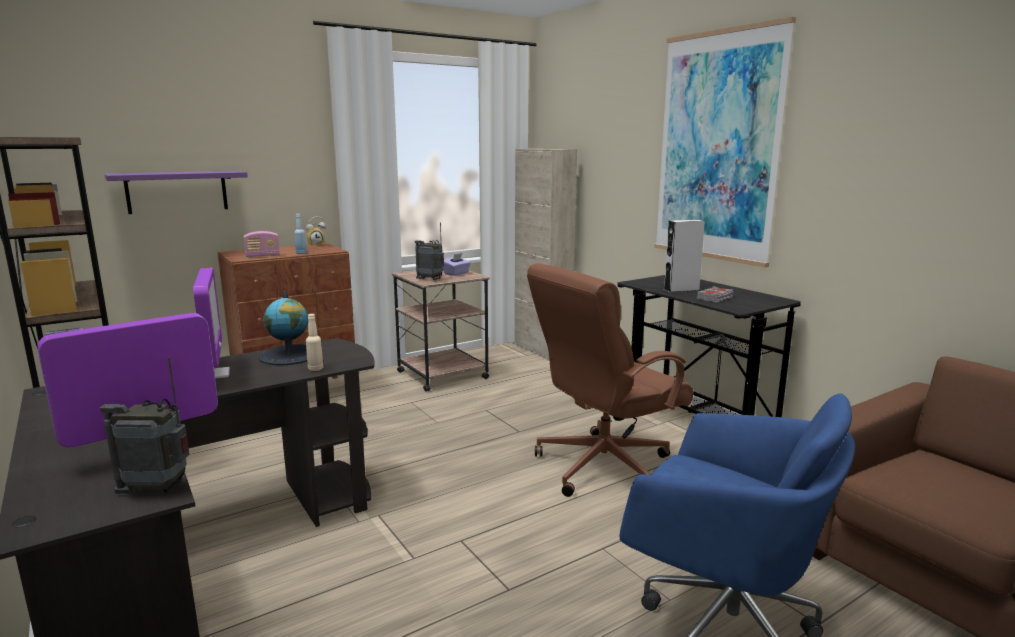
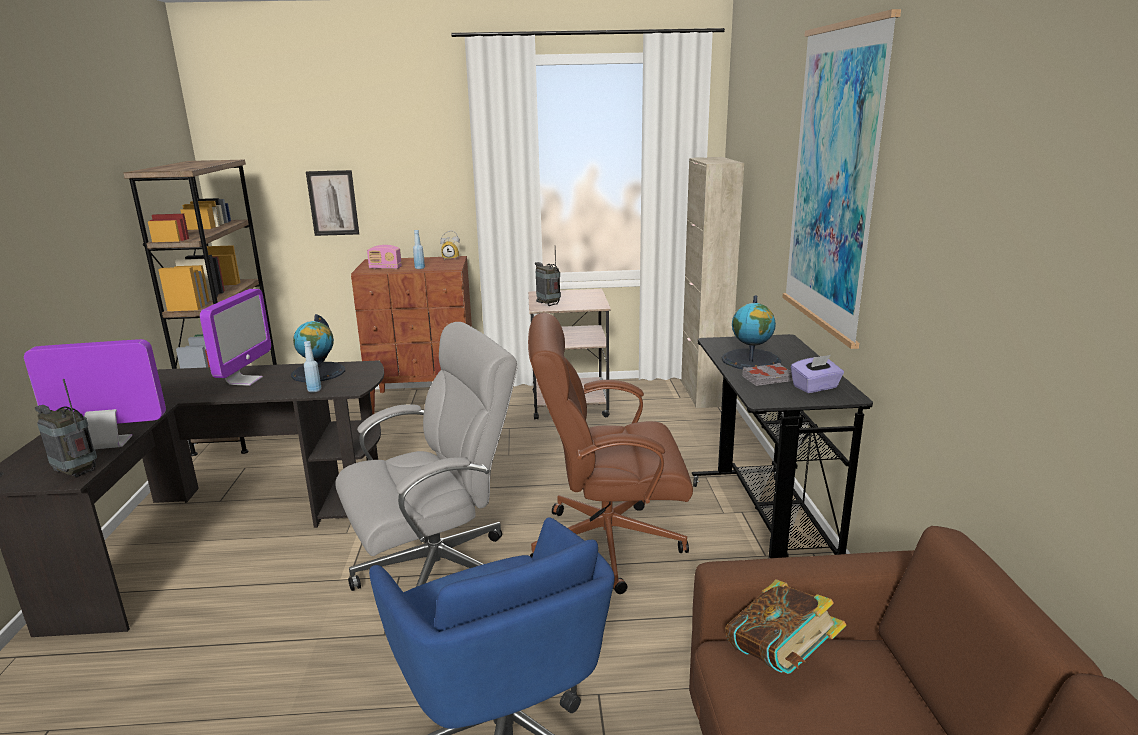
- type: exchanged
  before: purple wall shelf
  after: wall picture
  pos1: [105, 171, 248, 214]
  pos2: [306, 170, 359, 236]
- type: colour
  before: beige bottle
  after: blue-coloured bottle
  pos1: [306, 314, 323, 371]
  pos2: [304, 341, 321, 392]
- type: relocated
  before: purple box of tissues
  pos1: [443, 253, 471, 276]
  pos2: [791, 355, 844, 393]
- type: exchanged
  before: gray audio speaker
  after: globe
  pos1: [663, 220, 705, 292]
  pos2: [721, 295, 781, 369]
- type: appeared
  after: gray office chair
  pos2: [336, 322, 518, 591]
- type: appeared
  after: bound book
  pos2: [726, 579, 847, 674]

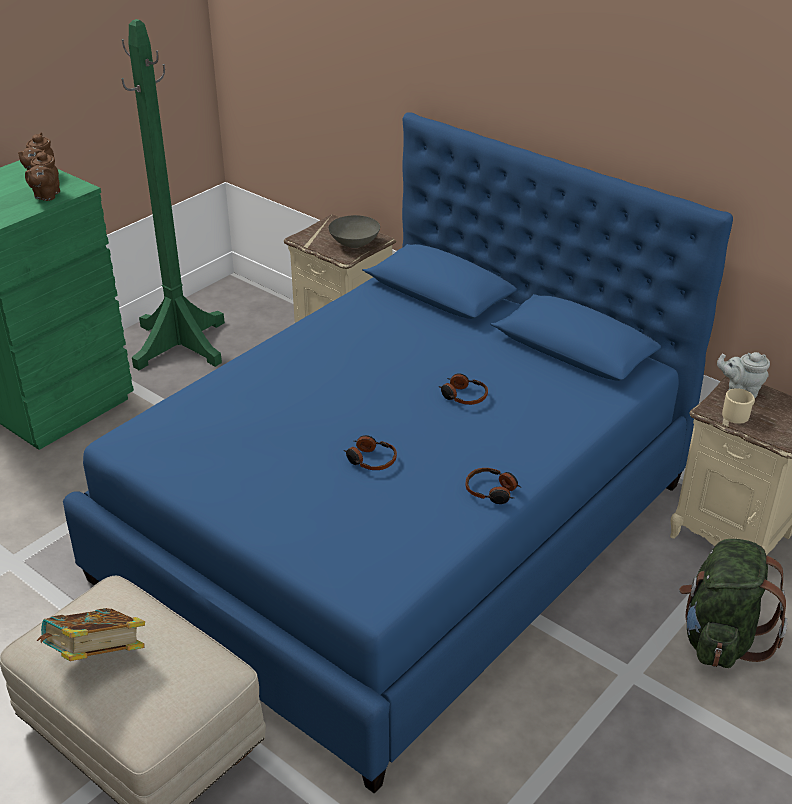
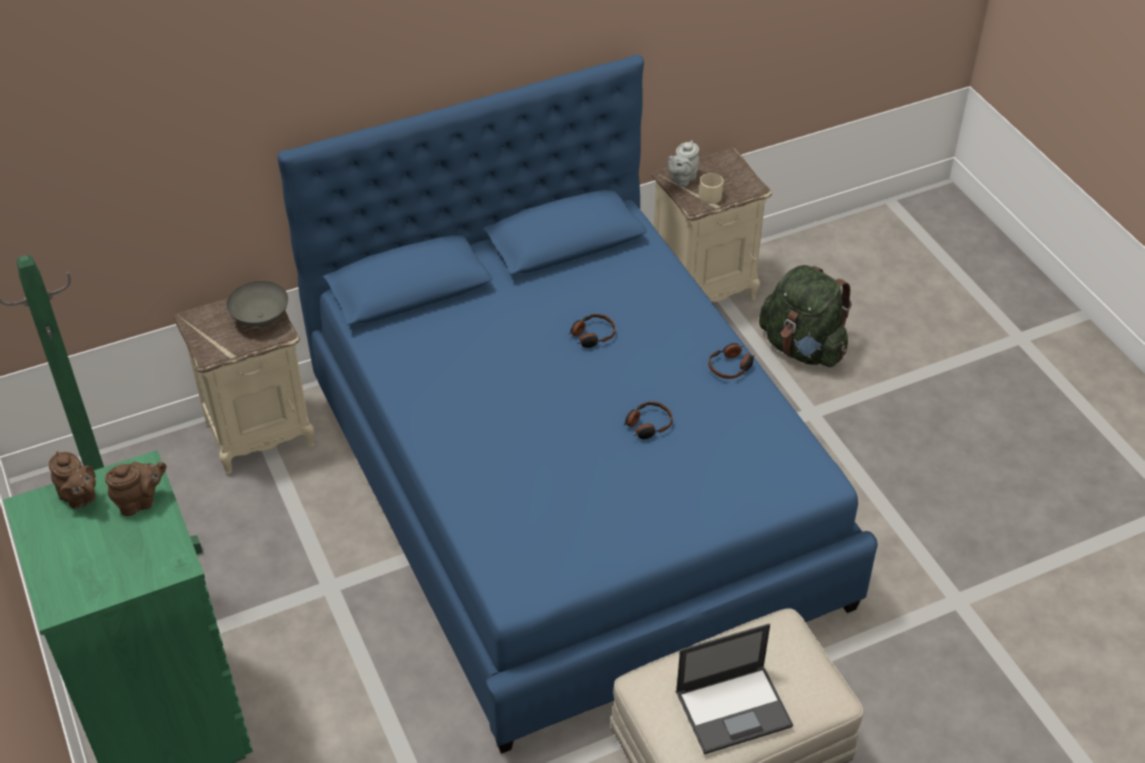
- type: spun
  before: brown-coloured teapot
  pos1: [25, 150, 60, 201]
  pos2: [105, 462, 166, 516]
  turn: -60
- type: exchanged
  before: bound book
  after: laptop
  pos1: [37, 608, 145, 661]
  pos2: [676, 623, 793, 754]

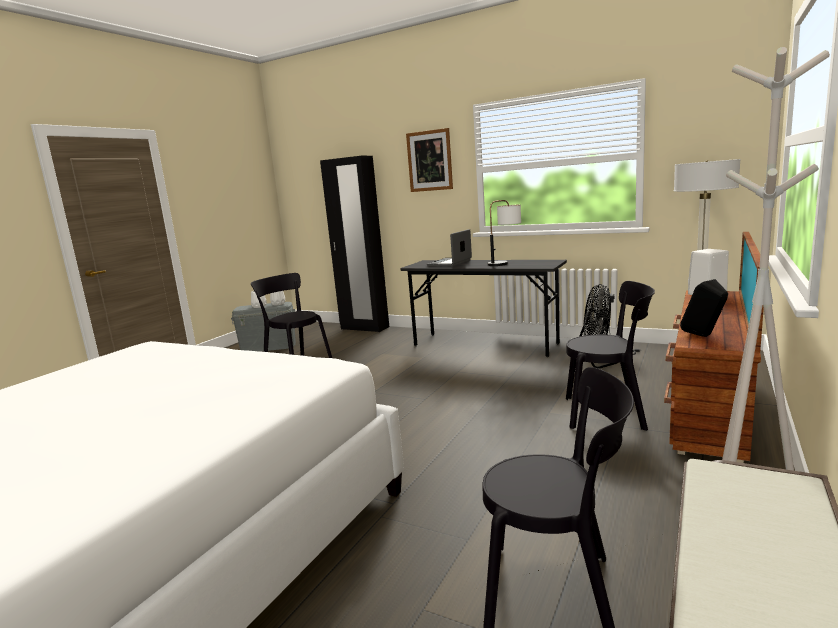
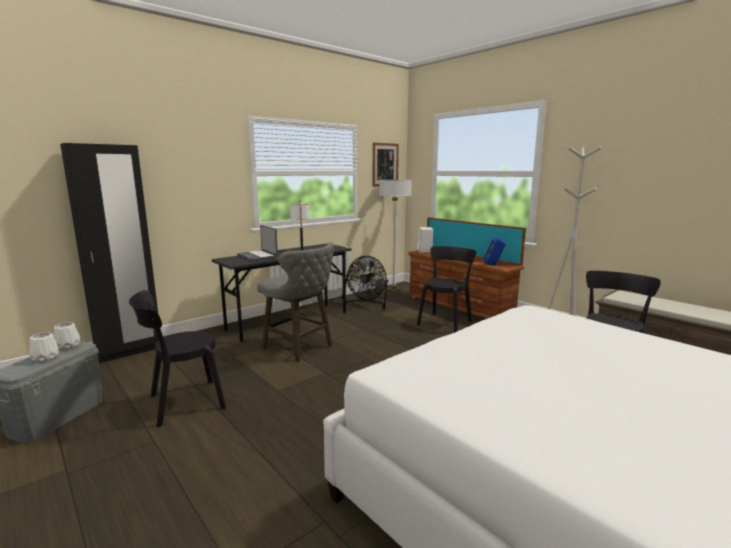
- type: relocated
  before: wall picture
  pos1: [406, 128, 453, 192]
  pos2: [373, 142, 399, 187]
- type: colour
  before: black audio speaker
  after: blue-coloured audio speaker
  pos1: [680, 279, 728, 337]
  pos2: [484, 237, 506, 265]
- type: appeared
  after: gray stool
  pos2: [257, 242, 334, 362]

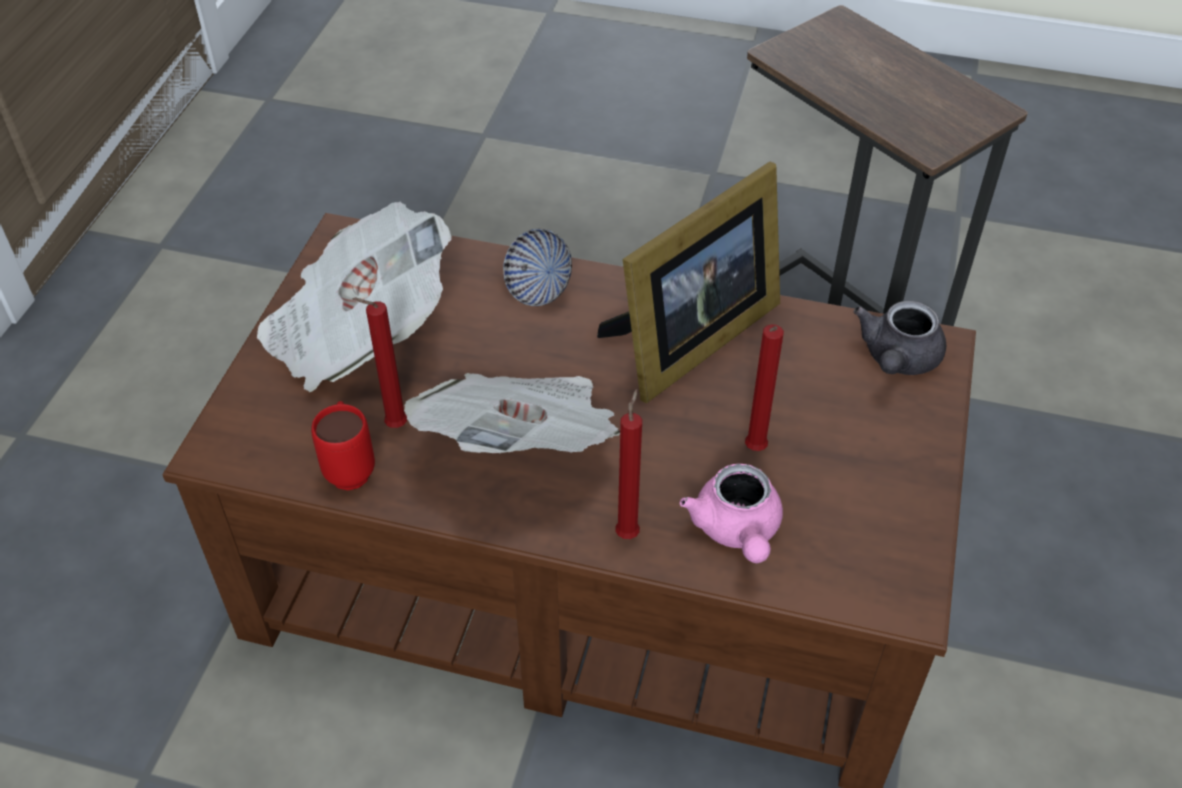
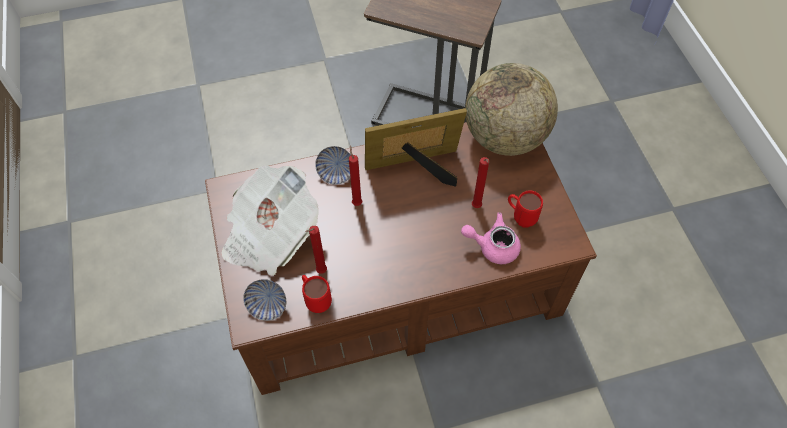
- type: missing
  before: printed paper
  pos1: [404, 373, 620, 453]
- type: spun
  before: picture frame
  pos1: [597, 162, 780, 403]
  pos2: [365, 108, 467, 187]
  turn: -120
- type: relocated
  before: red wax candle
  pos1: [615, 389, 642, 539]
  pos2: [349, 145, 362, 206]
- type: spun
  before: pink-coloured teapot
  pos1: [679, 464, 783, 563]
  pos2: [461, 212, 521, 264]
  turn: 135
- type: exchanged
  before: gray teapot
  after: globe
  pos1: [854, 301, 946, 375]
  pos2: [465, 63, 558, 156]
- type: appeared
  after: deep dish
  pos2: [243, 279, 286, 321]
- type: appeared
  after: red coffee mug
  pos2: [508, 191, 543, 228]

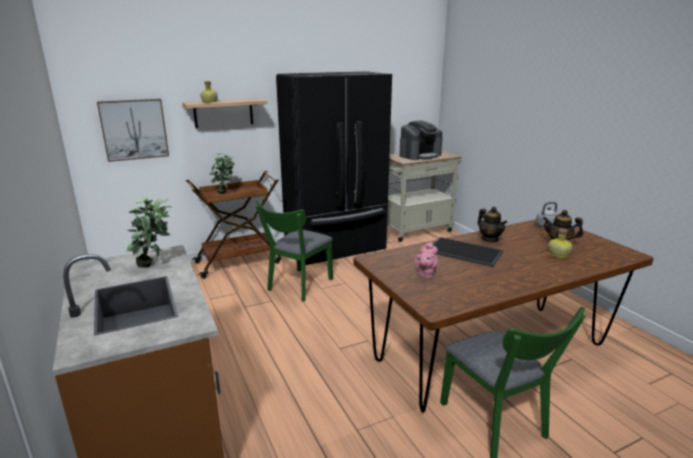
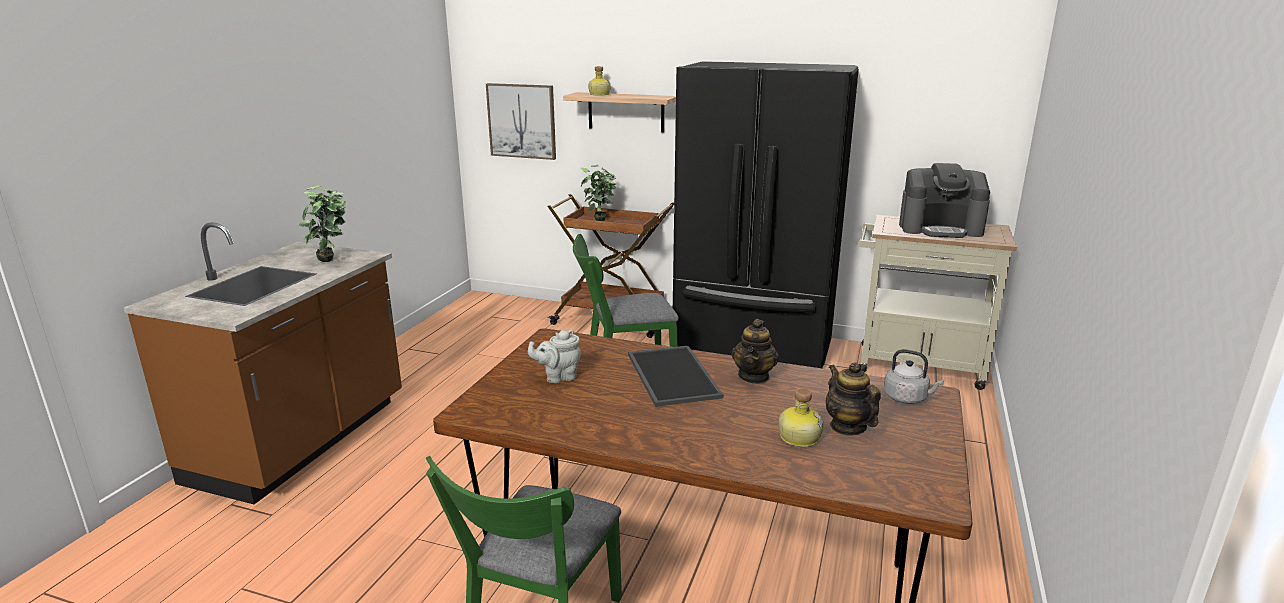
- type: colour
  before: pink-coloured teapot
  after: gray teapot
  pos1: [415, 241, 438, 279]
  pos2: [528, 330, 581, 383]

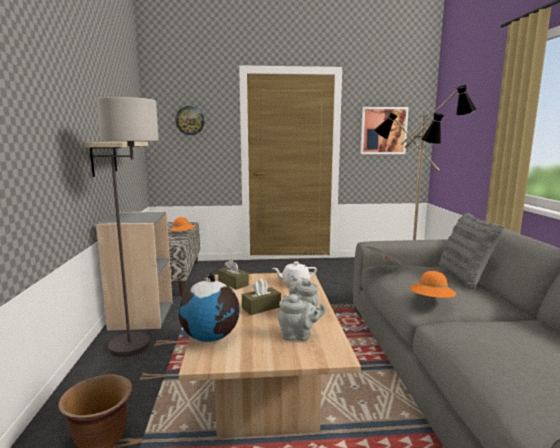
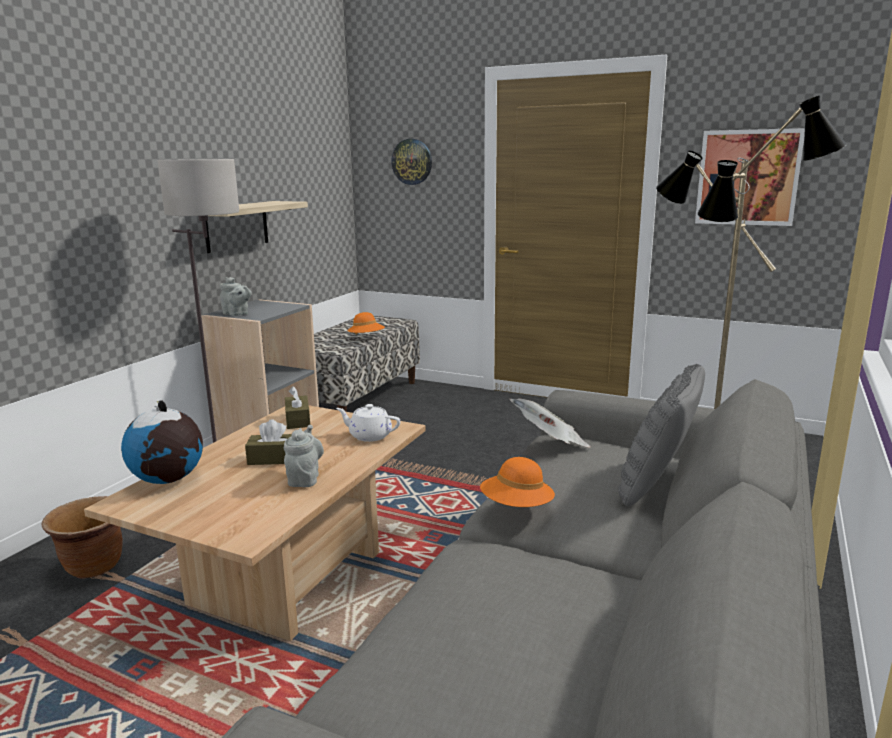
- type: relocated
  before: gray teapot
  pos1: [278, 294, 326, 341]
  pos2: [220, 277, 252, 316]

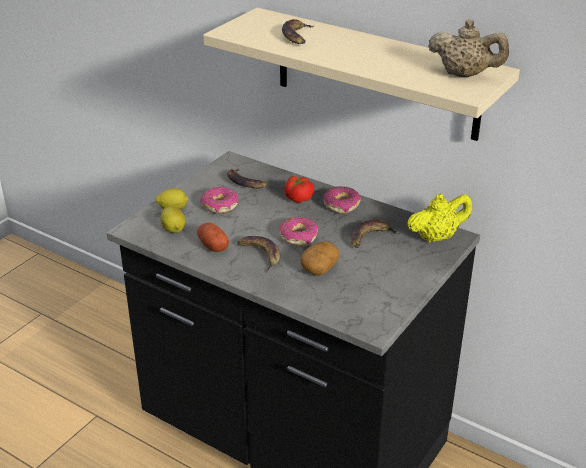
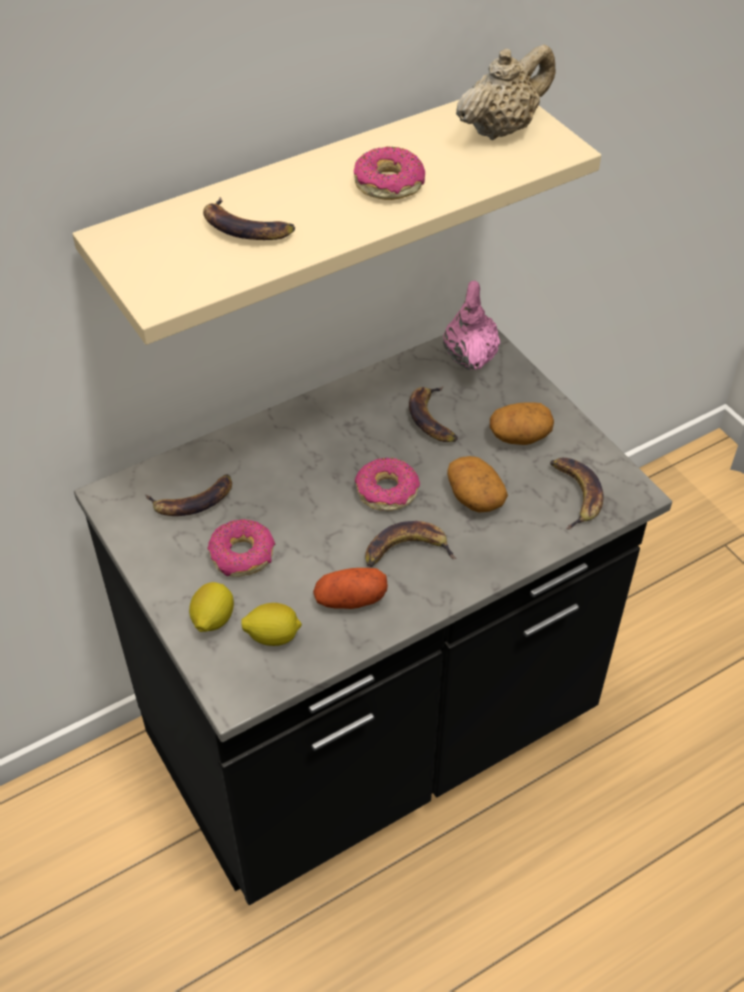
- type: missing
  before: whole tomato
  pos1: [284, 176, 314, 203]
- type: relocated
  before: ring doughnut
  pos1: [324, 186, 361, 214]
  pos2: [354, 147, 425, 200]
- type: colour
  before: yellowish teapot
  after: pink-coloured teapot
  pos1: [407, 194, 472, 243]
  pos2: [443, 281, 500, 370]
- type: appeared
  after: spud
  pos2: [490, 402, 554, 445]
- type: appeared
  after: whole banana
  pos2: [550, 458, 604, 530]

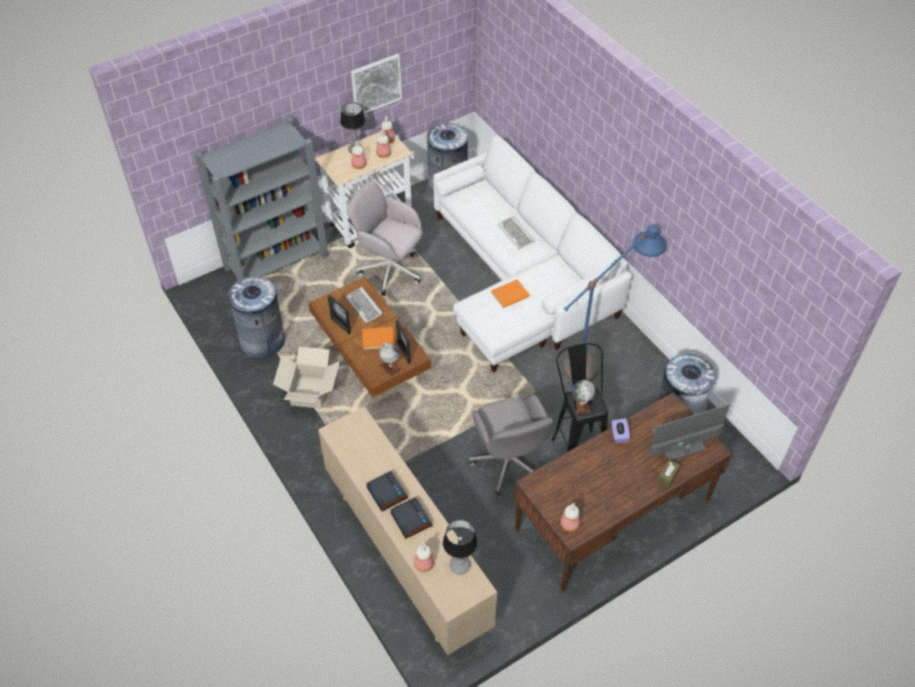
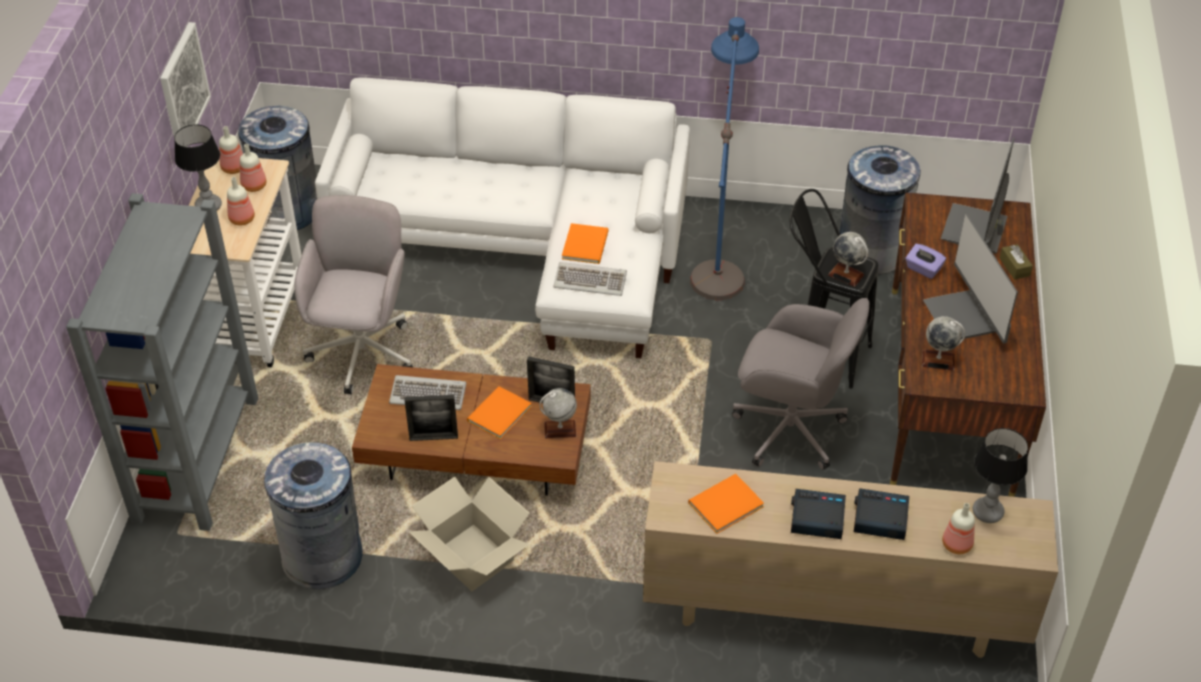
- type: spun
  before: gray office chair
  pos1: [347, 180, 422, 296]
  pos2: [294, 195, 413, 394]
  turn: 120
- type: relocated
  before: computer keyboard
  pos1: [498, 216, 535, 249]
  pos2: [553, 262, 627, 296]
- type: missing
  before: bottle
  pos1: [560, 503, 580, 532]
- type: appeared
  after: orange bound book
  pos2: [688, 474, 764, 534]
- type: appeared
  after: globe
  pos2: [922, 316, 965, 370]
- type: appeared
  after: monitor
  pos2: [923, 213, 1018, 344]

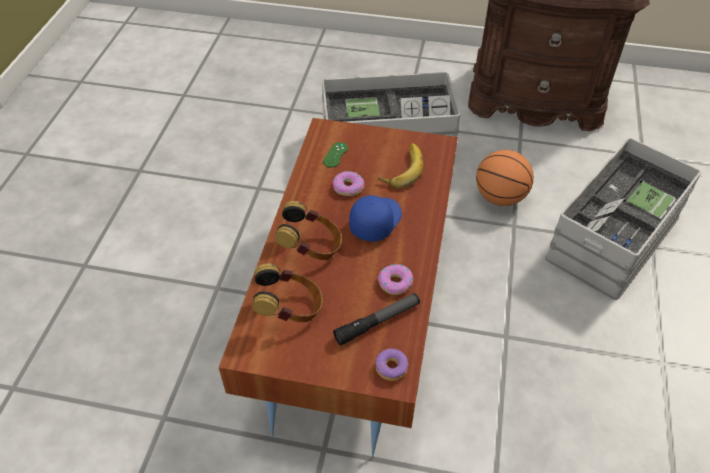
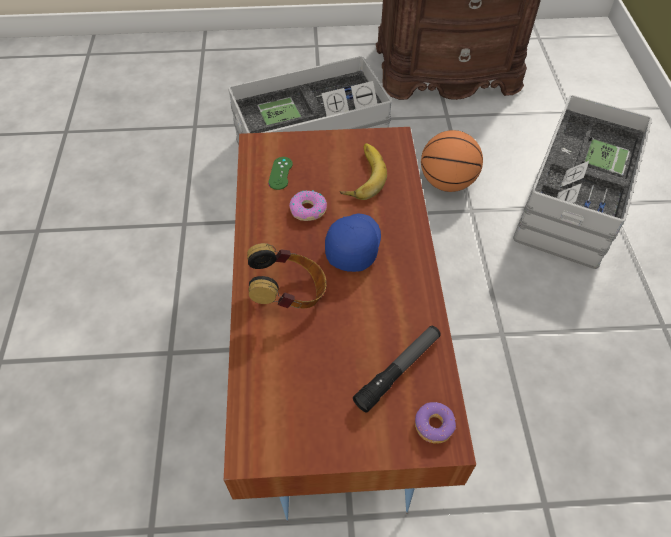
- type: missing
  before: headset
  pos1: [253, 263, 323, 322]
- type: missing
  before: ring doughnut
  pos1: [378, 264, 413, 295]

